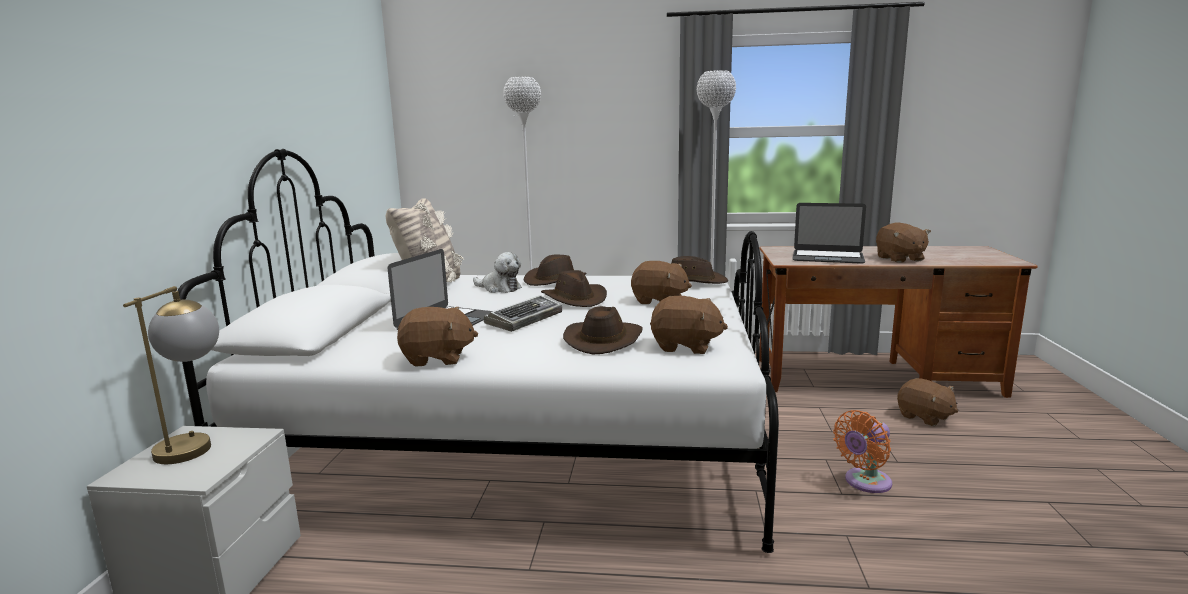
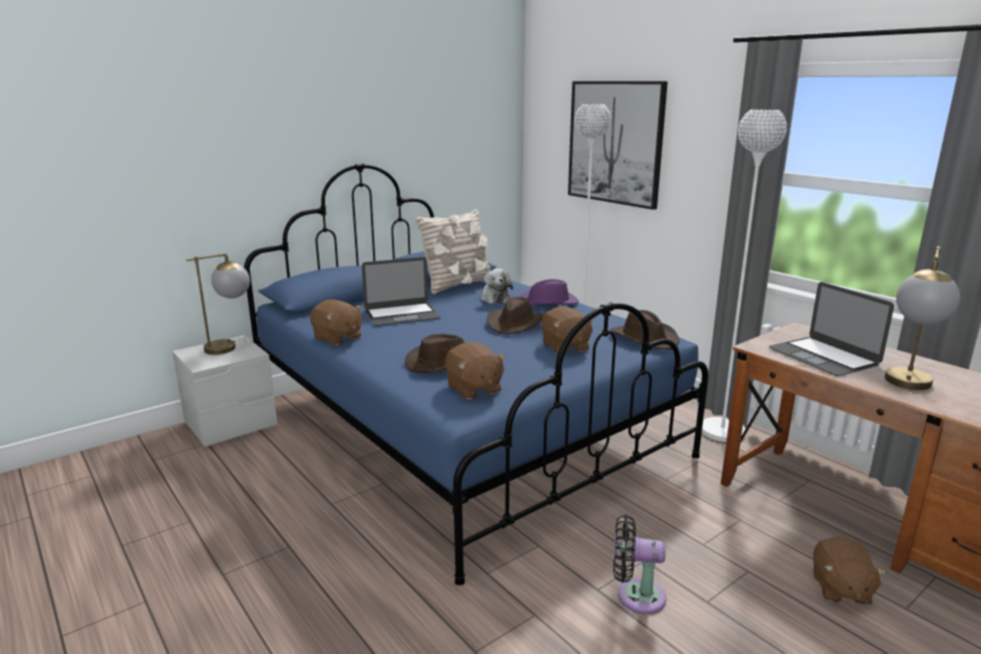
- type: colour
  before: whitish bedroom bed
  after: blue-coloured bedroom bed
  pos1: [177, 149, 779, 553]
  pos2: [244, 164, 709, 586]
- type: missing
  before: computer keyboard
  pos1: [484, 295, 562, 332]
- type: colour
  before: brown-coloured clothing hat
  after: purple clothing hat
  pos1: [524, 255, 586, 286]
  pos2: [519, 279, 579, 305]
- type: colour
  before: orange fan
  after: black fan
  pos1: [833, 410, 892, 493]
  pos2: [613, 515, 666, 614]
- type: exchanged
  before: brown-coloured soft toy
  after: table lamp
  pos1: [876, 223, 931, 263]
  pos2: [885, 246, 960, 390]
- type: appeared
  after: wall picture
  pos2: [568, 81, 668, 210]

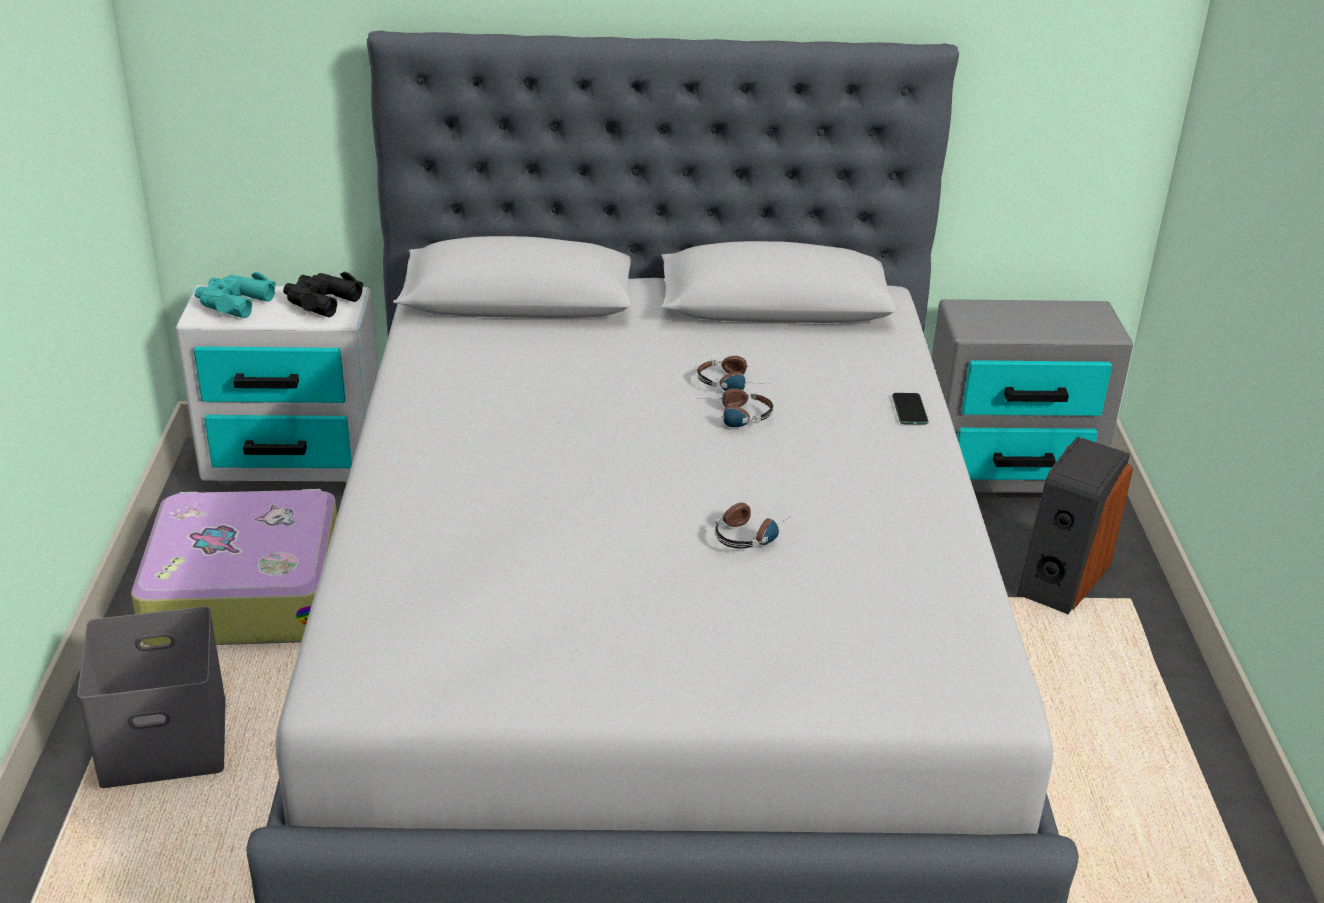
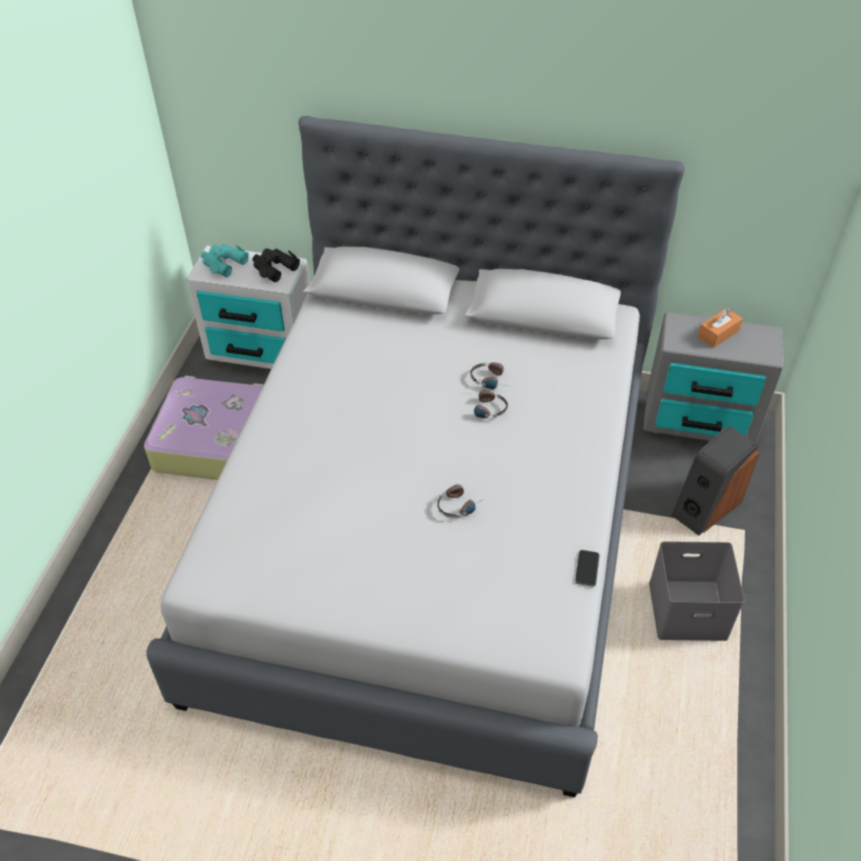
- type: relocated
  before: gray storage container
  pos1: [77, 606, 226, 788]
  pos2: [649, 541, 745, 641]
- type: relocated
  before: phone
  pos1: [892, 393, 929, 425]
  pos2: [575, 550, 600, 587]
- type: appeared
  after: orange box of tissues
  pos2: [698, 308, 743, 348]

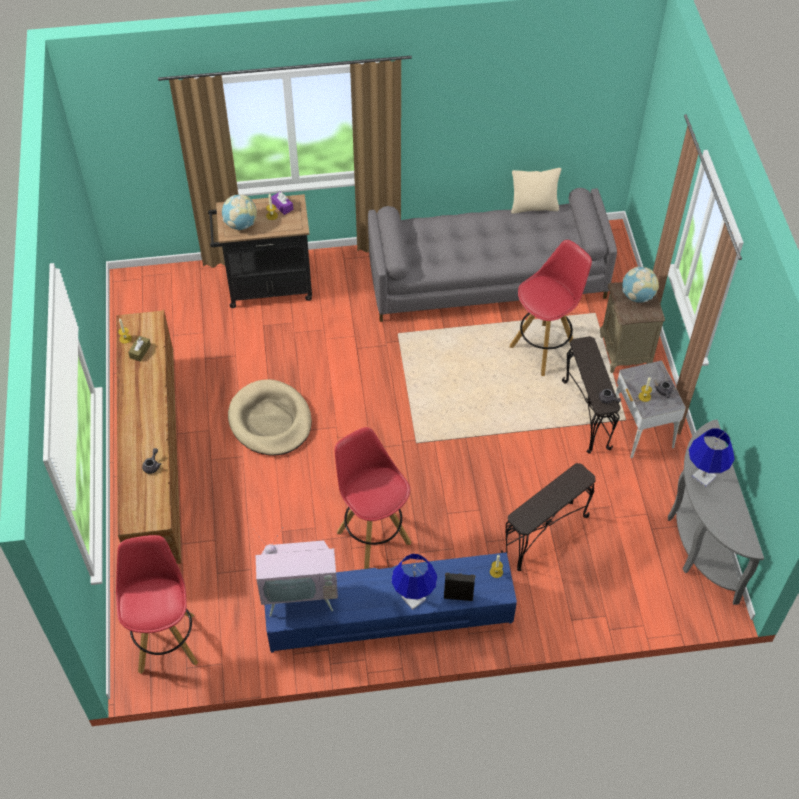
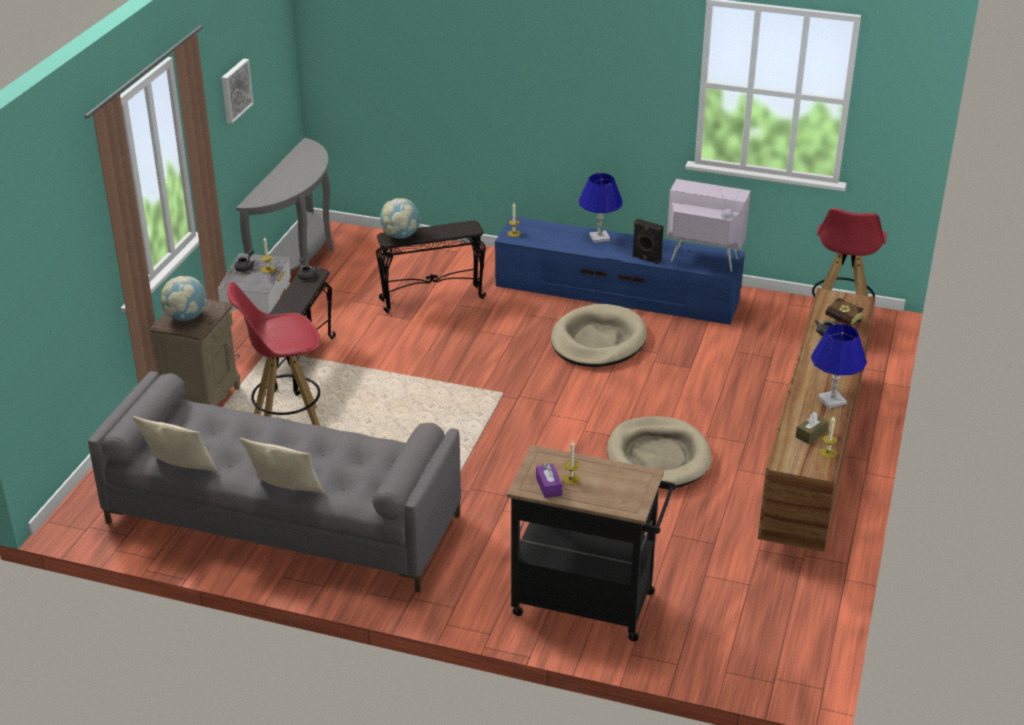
- type: relocated
  before: globe
  pos1: [222, 195, 257, 230]
  pos2: [380, 198, 421, 239]
- type: exchanged
  before: red stool
  after: beige dog bed
  pos1: [335, 427, 411, 569]
  pos2: [551, 304, 647, 367]
- type: relocated
  before: black audio speaker
  pos1: [444, 573, 475, 601]
  pos2: [632, 219, 664, 264]
- type: relocated
  before: blue-coloured table lamp
  pos1: [689, 429, 734, 487]
  pos2: [811, 324, 867, 408]
- type: appeared
  after: wall picture
  pos2: [222, 58, 253, 124]
- type: appeared
  after: beige cushion
  pos2: [240, 438, 325, 494]
- type: appeared
  after: bound book
  pos2: [826, 298, 865, 329]

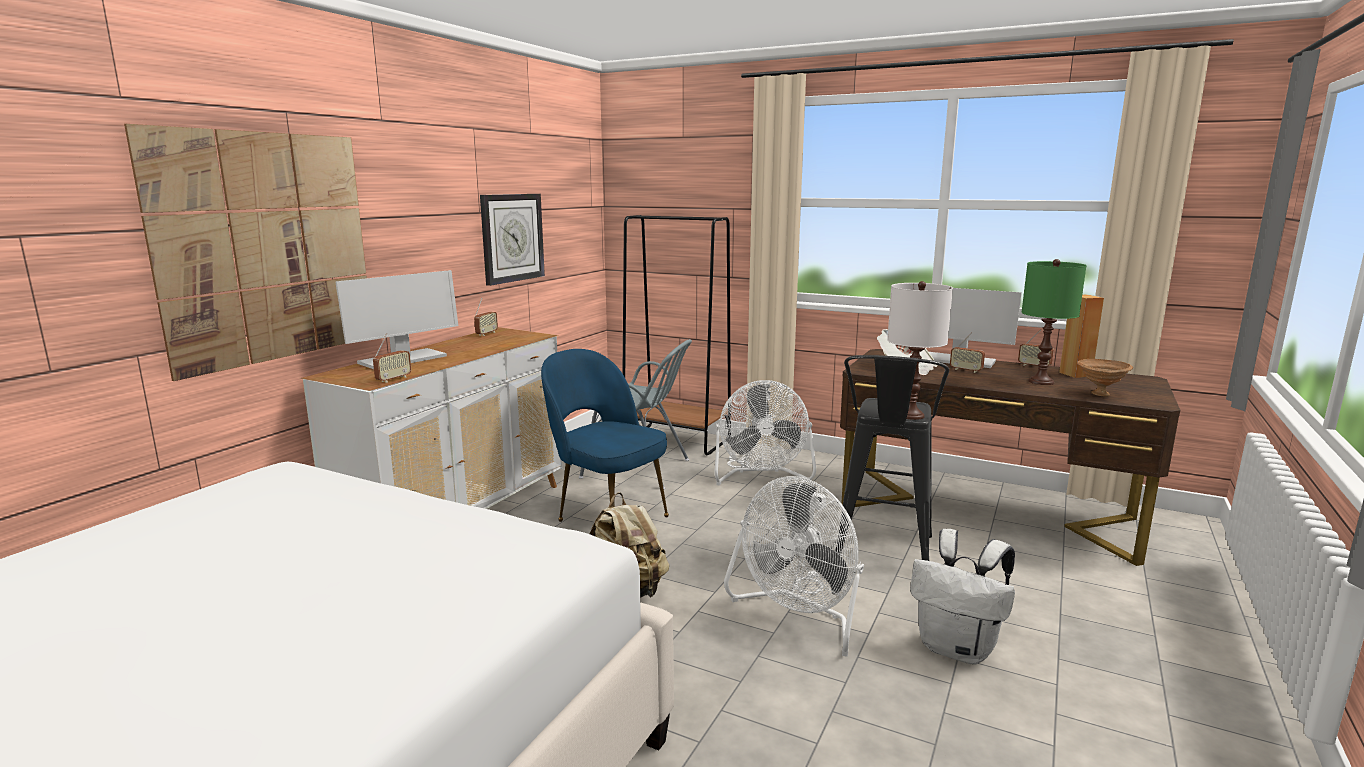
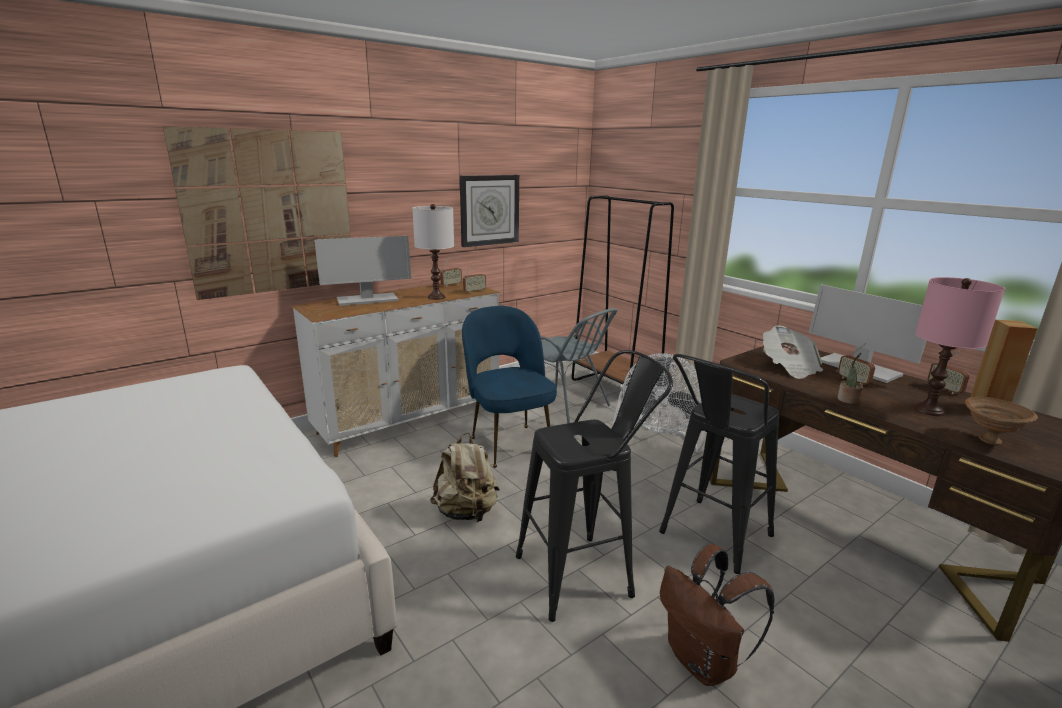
- type: relocated
  before: radio set
  pos1: [373, 333, 411, 383]
  pos2: [463, 262, 486, 293]
- type: exchanged
  before: whitish fan
  after: black stool
  pos1: [724, 476, 864, 657]
  pos2: [516, 350, 673, 622]
- type: relocated
  before: whitish table lamp
  pos1: [887, 281, 953, 420]
  pos2: [413, 204, 454, 300]
- type: colour
  before: whitish backpack
  after: brown-coloured backpack
  pos1: [910, 529, 1015, 665]
  pos2: [660, 544, 775, 686]
- type: colour
  before: green-coloured table lamp
  after: pink-coloured table lamp
  pos1: [1021, 259, 1087, 385]
  pos2: [914, 277, 1005, 416]
- type: appeared
  after: potted plant
  pos2: [837, 353, 863, 404]

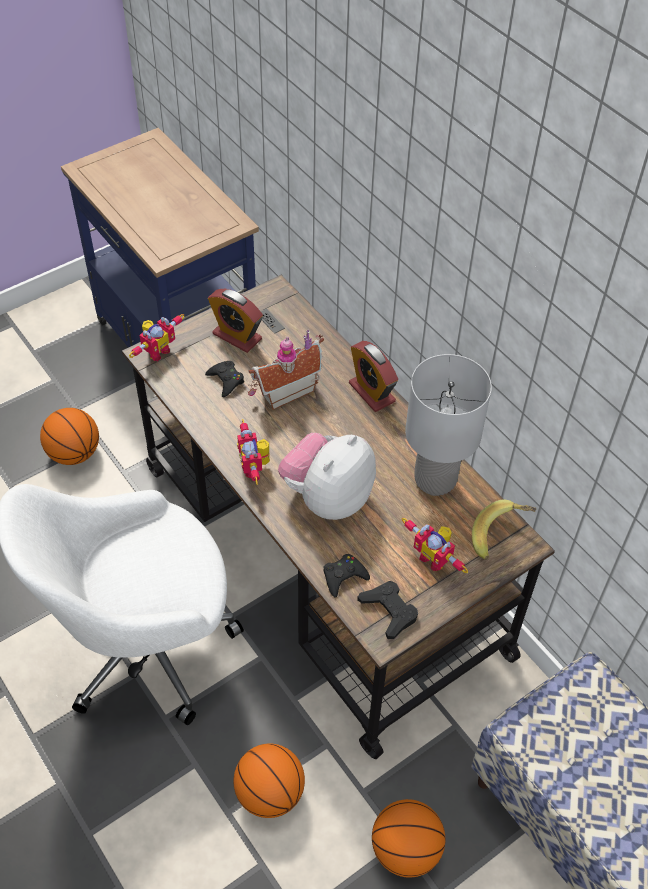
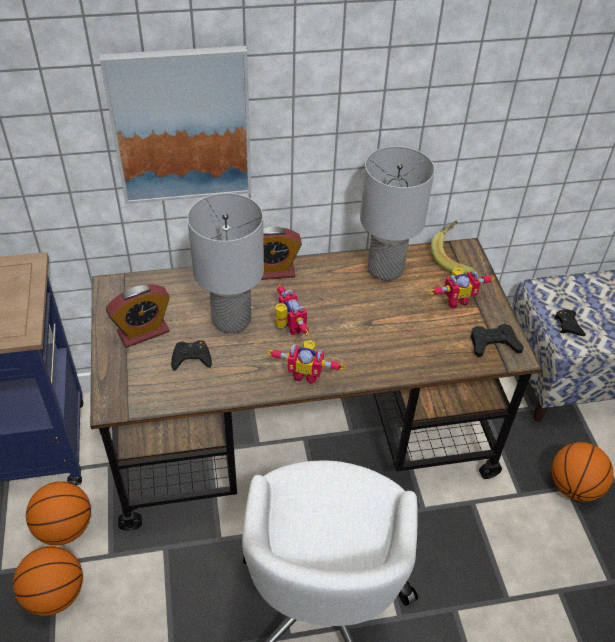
- type: relocated
  before: toy robot
  pos1: [129, 314, 185, 361]
  pos2: [275, 283, 309, 337]
- type: relocated
  before: basketball ball
  pos1: [234, 744, 305, 818]
  pos2: [26, 481, 91, 545]
- type: exchanged
  before: miniature house
  after: gray table lamp
  pos1: [248, 330, 324, 410]
  pos2: [187, 193, 264, 334]
- type: missing
  before: soft toy
  pos1: [278, 433, 376, 520]
- type: relocated
  before: black gamepad
  pos1: [323, 554, 370, 598]
  pos2: [554, 309, 586, 336]
- type: appeared
  after: wall picture
  pos2: [100, 46, 251, 204]

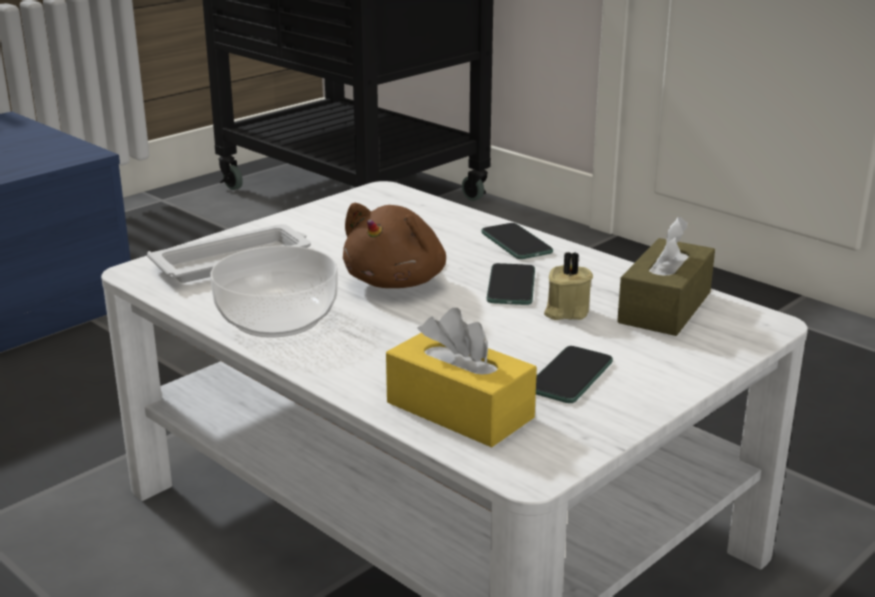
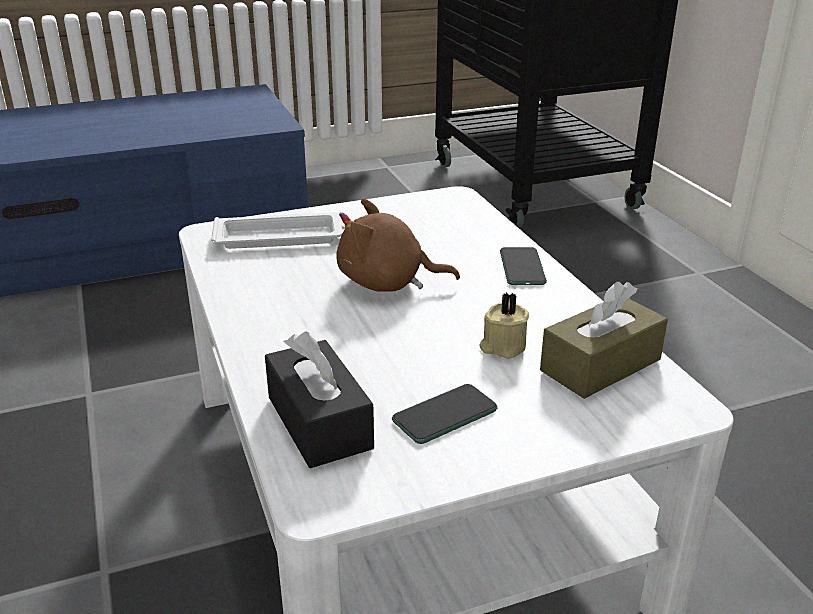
- type: missing
  before: deep dish
  pos1: [210, 246, 338, 338]
- type: spun
  before: brown-coloured soft toy
  pos1: [343, 203, 446, 288]
  pos2: [336, 198, 460, 292]
  turn: 45
- type: colour
  before: yellowish box of tissues
  after: black box of tissues
  pos1: [386, 308, 537, 447]
  pos2: [265, 331, 374, 468]
- type: missing
  before: phone
  pos1: [487, 263, 535, 305]

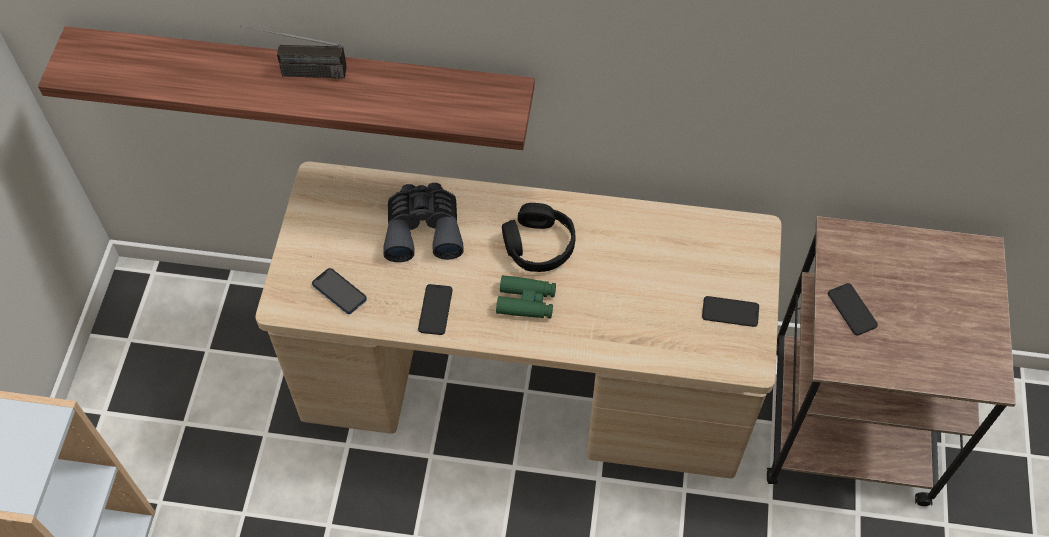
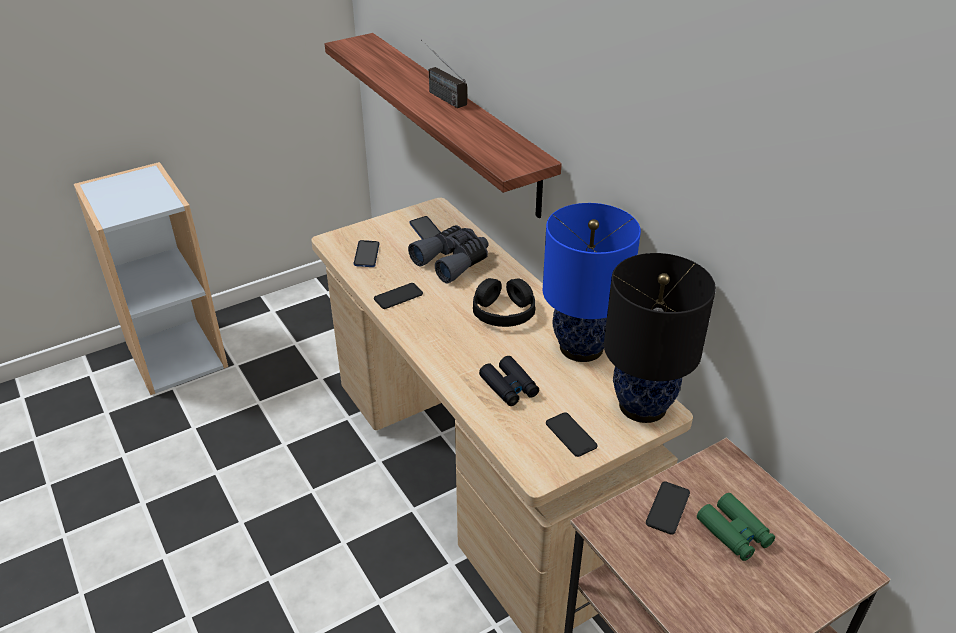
- type: relocated
  before: green-coloured field glasses
  pos1: [496, 275, 556, 319]
  pos2: [697, 493, 775, 561]
- type: appeared
  after: phone
  pos2: [410, 216, 440, 239]
- type: appeared
  after: black field glasses
  pos2: [479, 356, 539, 406]
- type: appeared
  after: blue-coloured table lamp
  pos2: [543, 203, 641, 362]
- type: appeared
  after: black table lamp
  pos2: [604, 253, 716, 423]

